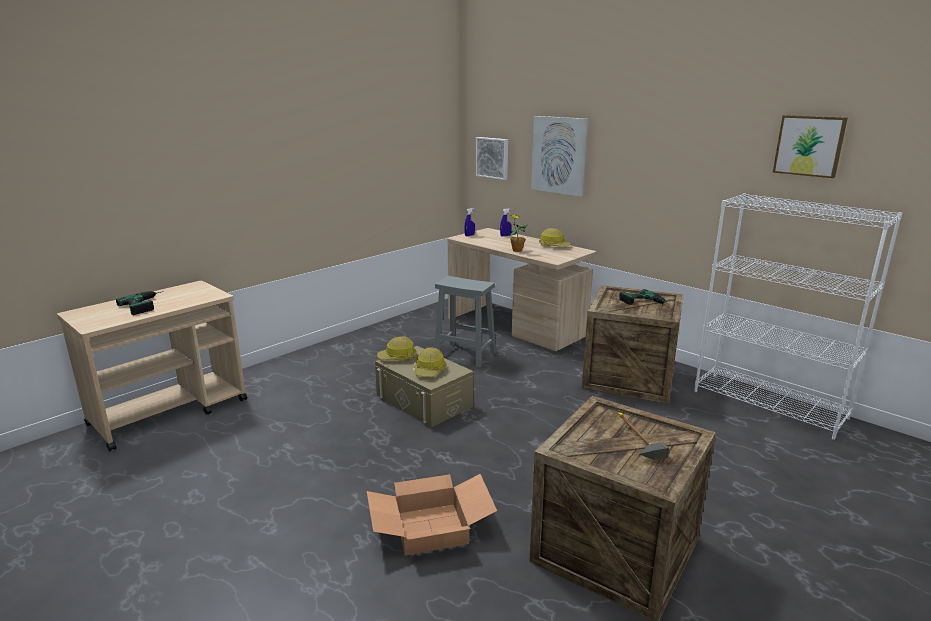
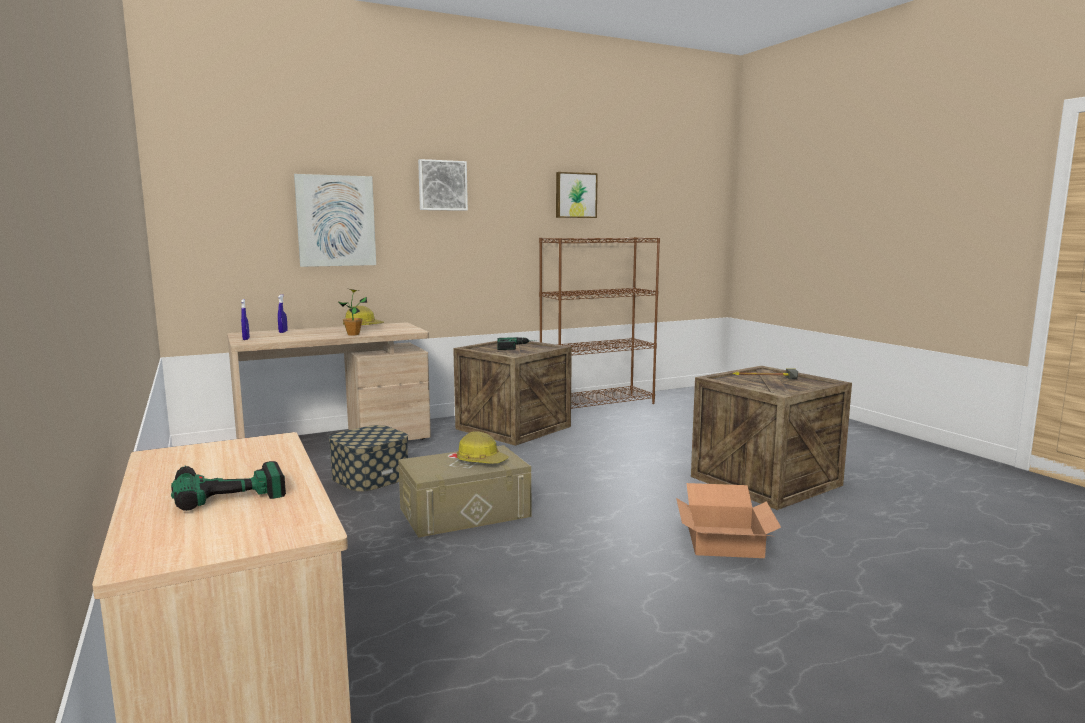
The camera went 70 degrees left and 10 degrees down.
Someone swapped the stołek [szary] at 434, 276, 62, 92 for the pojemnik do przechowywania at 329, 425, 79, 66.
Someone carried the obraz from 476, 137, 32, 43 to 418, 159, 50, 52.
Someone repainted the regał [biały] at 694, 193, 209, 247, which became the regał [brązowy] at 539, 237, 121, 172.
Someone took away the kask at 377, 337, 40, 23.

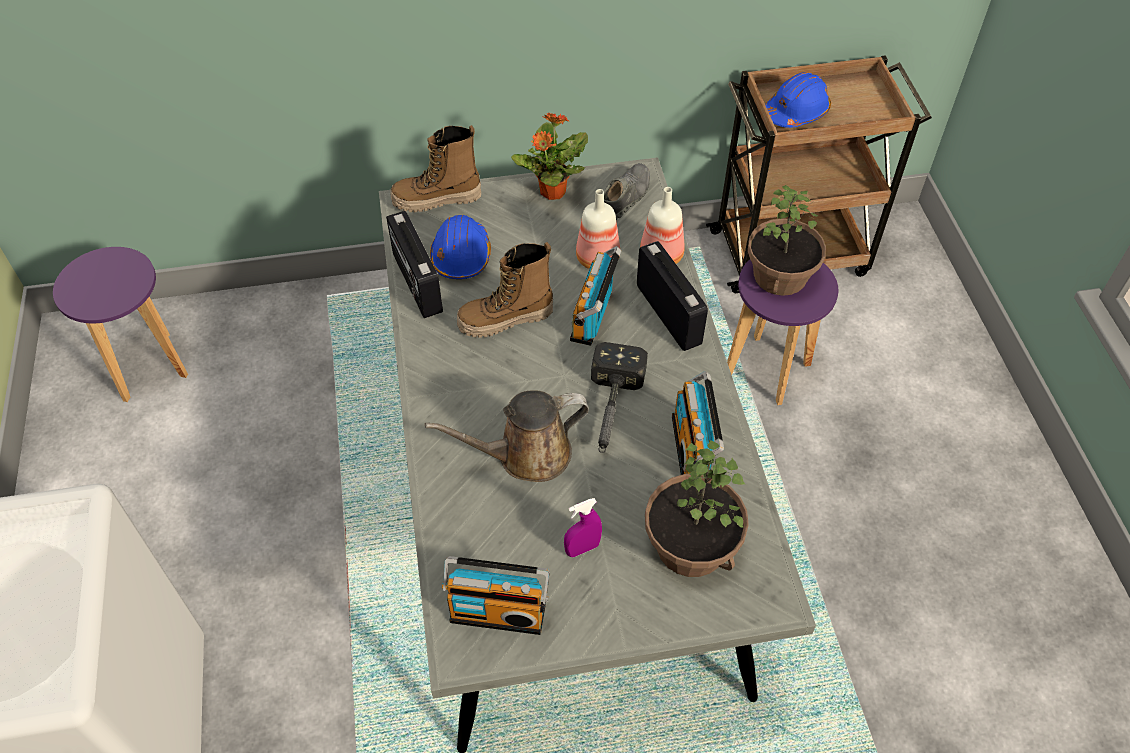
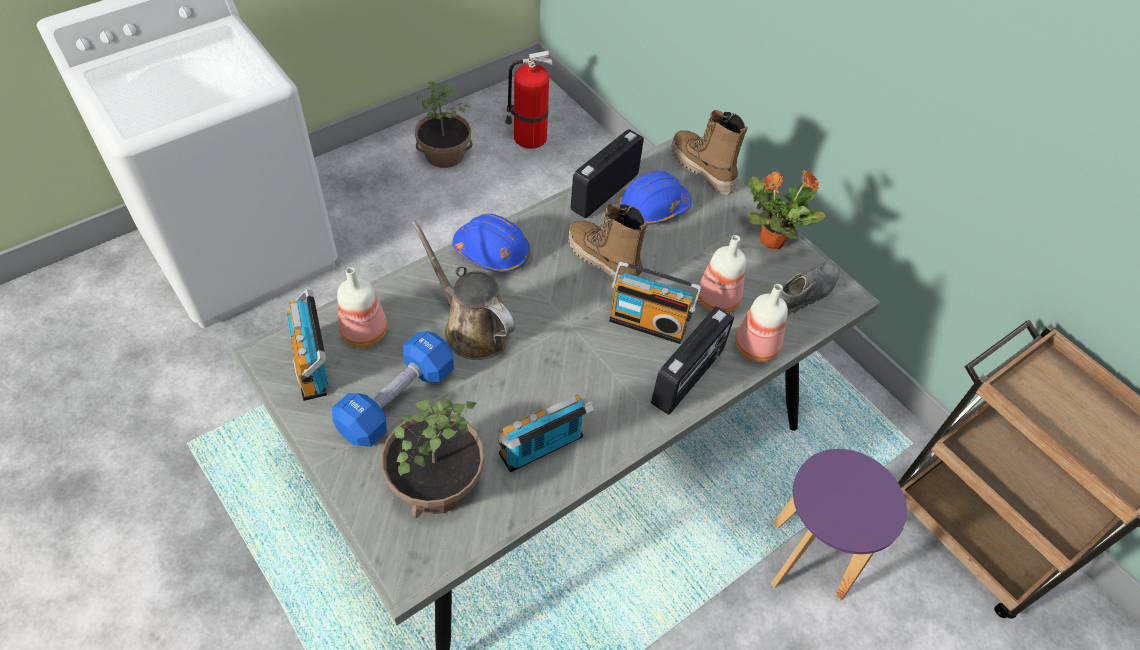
The camera went 60 degrees right and 0 degrees up.
Someone swapped the spryskiwacz [fioletowy] at 564, 498, 38, 59 for the hantel [niebieski] at 332, 331, 122, 116.
Someone put down the butelka at 337, 267, 51, 80.
Someone carried the roślina doniczkowa from 748, 185, 78, 111 to 415, 81, 58, 87.
Someone carried the kask [niebieski] from 765, 72, 66, 56 to 453, 214, 77, 58.
Someone swapped the stołek [fioletowy] at 53, 247, 135, 155 for the gaśnica at 505, 51, 47, 98.
Someone rotated the radio at 570, 246, 51, 100 by 150 degrees counterclockwise.
Someone rotated the but [szary] at 604, 163, 46, 57 by 45 degrees counterclockwise.
Someone took away the młotek at 591, 342, 57, 111.

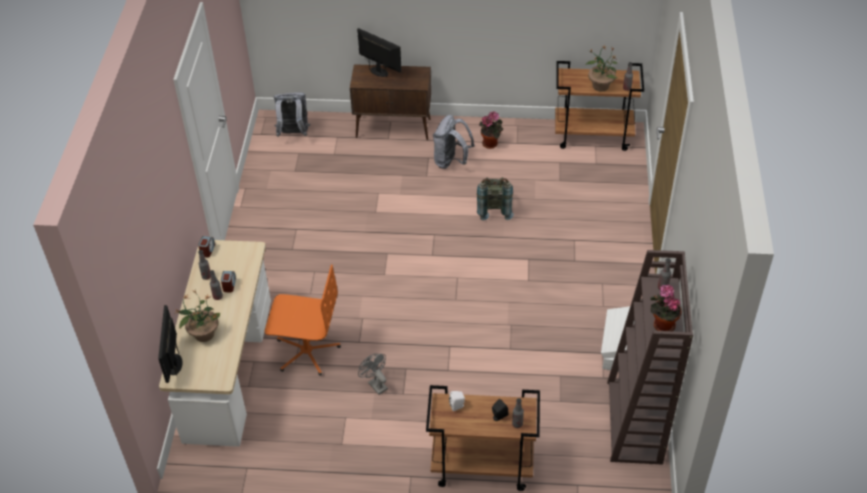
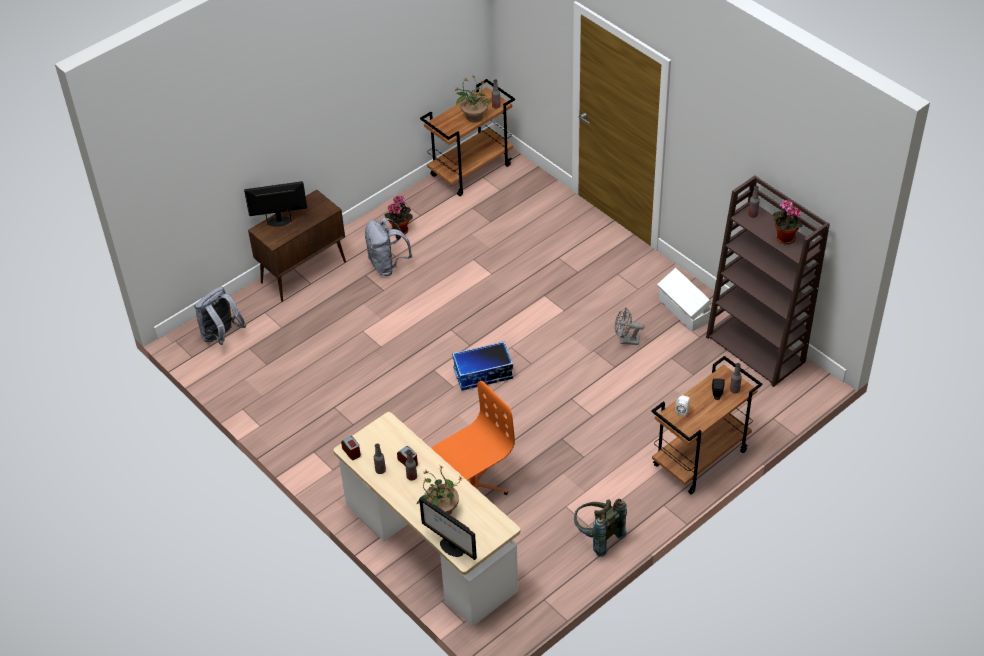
The camera went 45 degrees left and 0 degrees up.
Someone put down the pojemnik do przechowywania at 452, 341, 61, 50.
Someone carried the plecak [szary] from 477, 177, 37, 44 to 574, 499, 53, 58.
Someone carried the wentylator [szary] from 358, 354, 30, 41 to 615, 307, 29, 38.

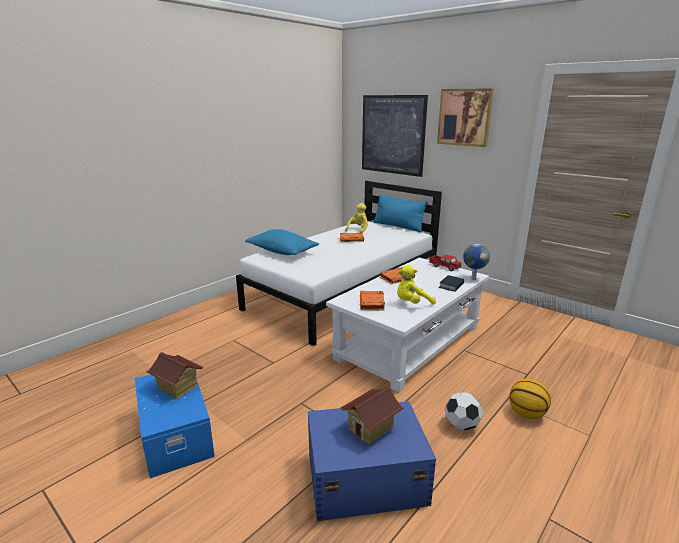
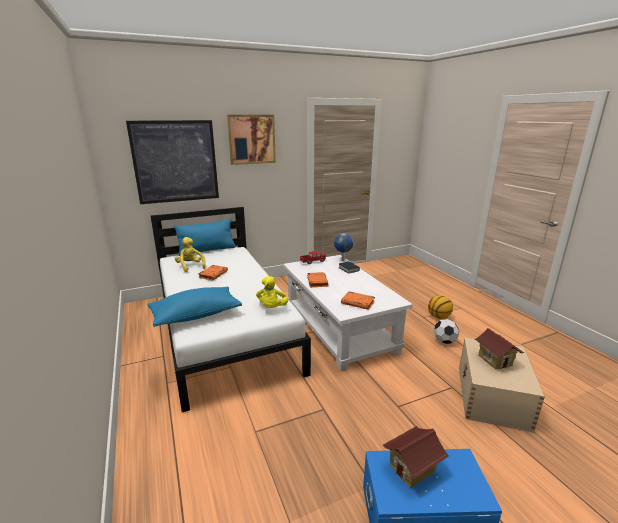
The camera went 65 degrees left and 0 degrees up.
Someone carried the pluszak [żółty] from 397, 265, 39, 40 to 256, 276, 32, 32.
Someone repainted the pojemnik do przechowywania [niebieski] at 308, 401, 128, 120, which became the pojemnik do przechowywania [beżowy] at 459, 338, 86, 95.

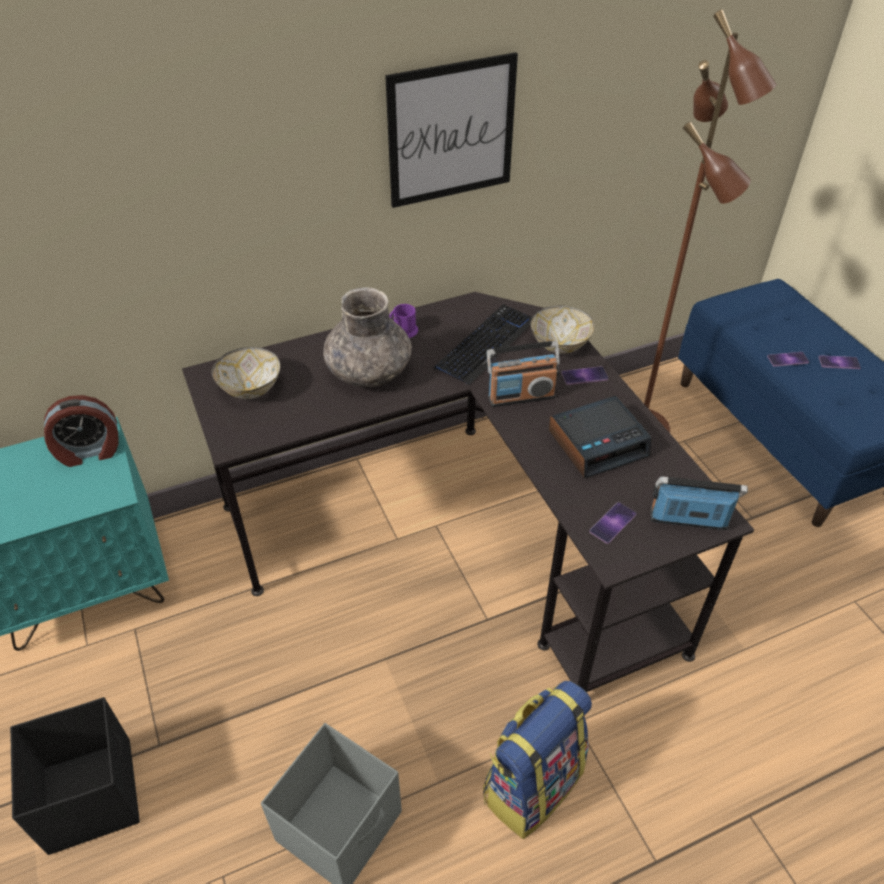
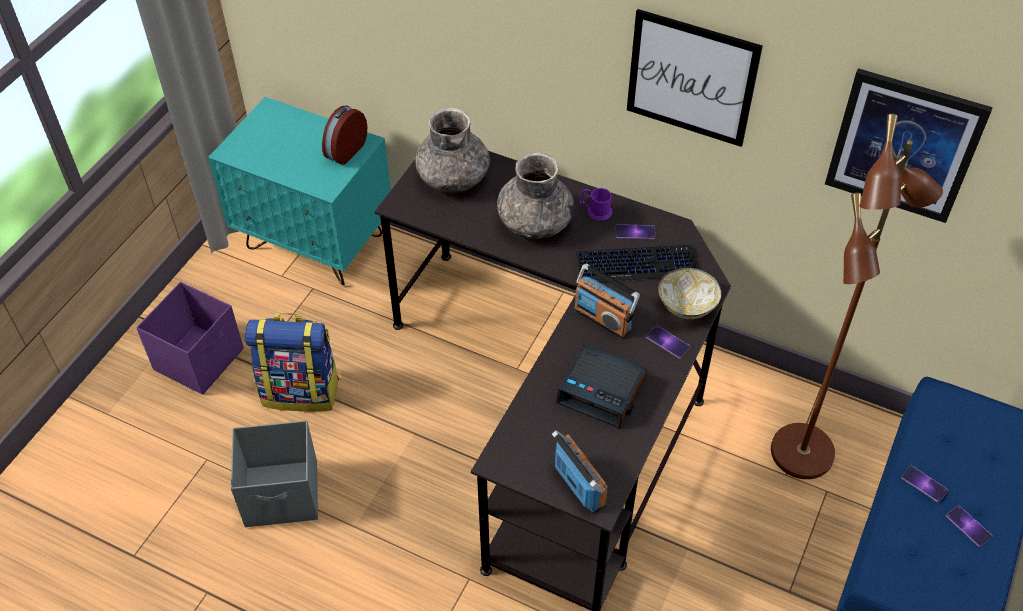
The camera went 50 degrees right and 5 degrees up.
Someone repainted the pojemnik do przechowywania [czarny] at 10, 697, 130, 158, which became the pojemnik do przechowywania [fioletowy] at 136, 282, 108, 113.
Someone carried the plecak from 483, 681, 109, 158 to 244, 313, 96, 99.
Someone rotated the budzik at 44, 395, 75, 72 by 90 degrees clockwise.
Someone swapped the miska at 211, 347, 69, 52 for the wazon [szary] at 415, 108, 75, 85.
Someone carried the telefon from 589, 502, 48, 42 to 616, 224, 39, 15.
Someone put up the obraz at 825, 68, 168, 155.

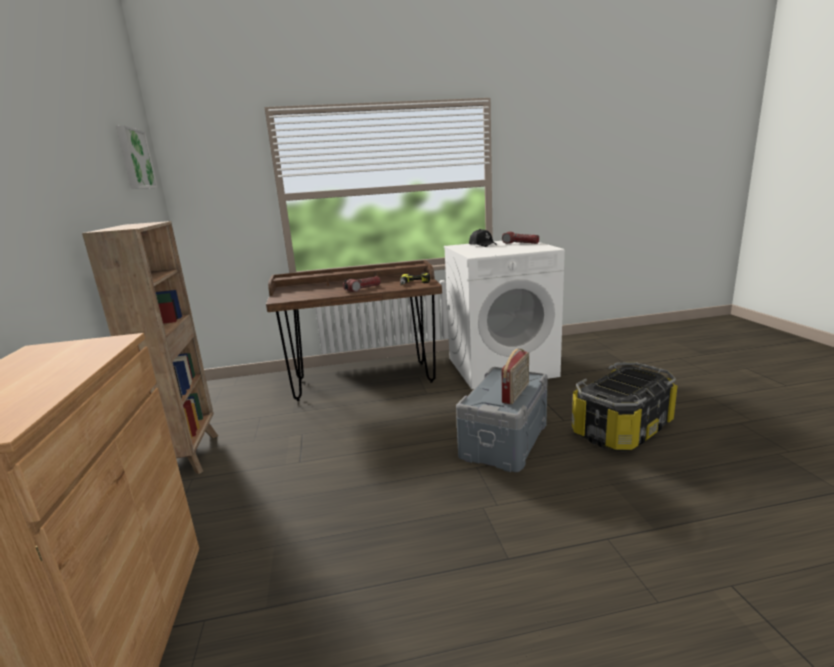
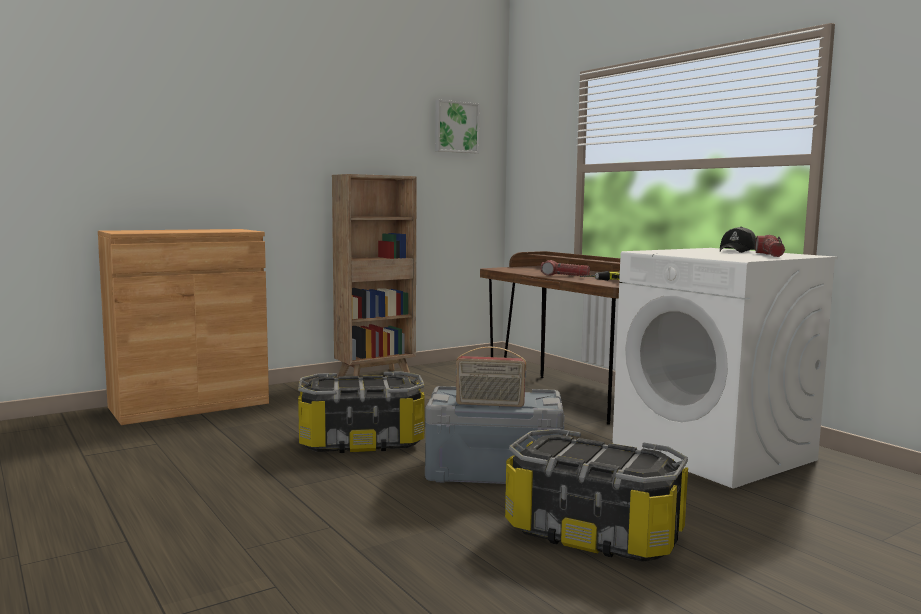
The camera went 65 degrees right and 10 degrees down.
Someone put down the pojemnik do przechowywania at 298, 371, 127, 82.

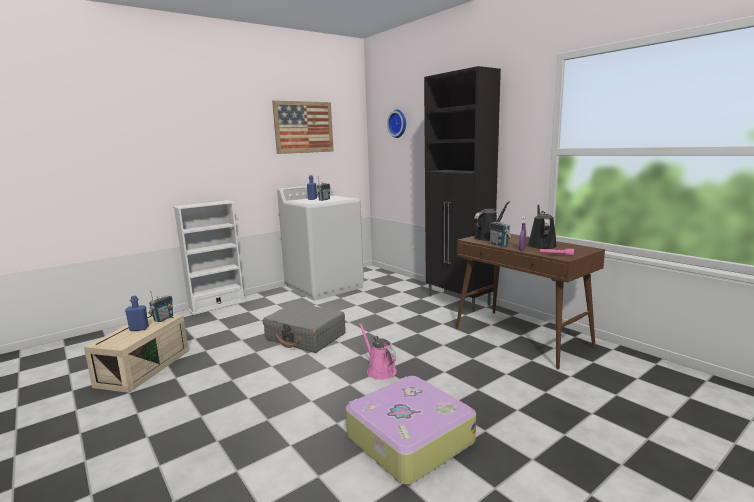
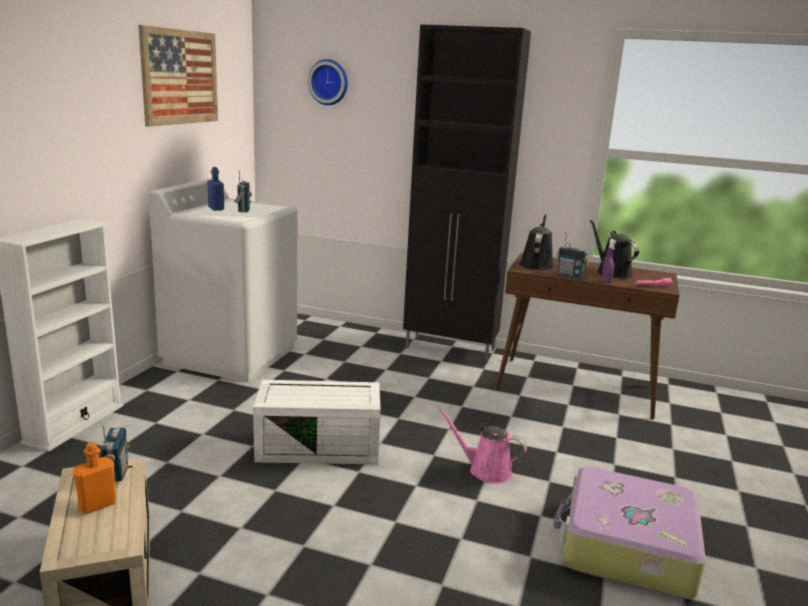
The camera went 35 degrees left and 5 degrees up.
Someone repainted the butelka [niebieski] at 125, 296, 24, 35, which became the butelka [pomarańczowy] at 73, 442, 43, 72.
Someone swapped the walizka [szary] at 263, 302, 82, 51 for the pojemnik do przechowywania [biały] at 253, 380, 128, 84.

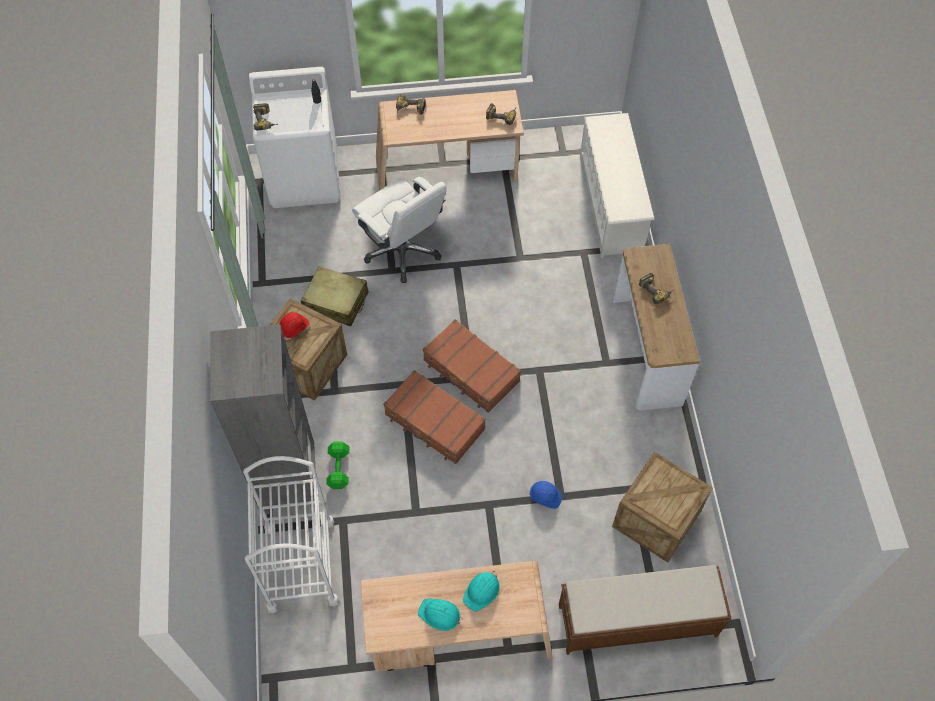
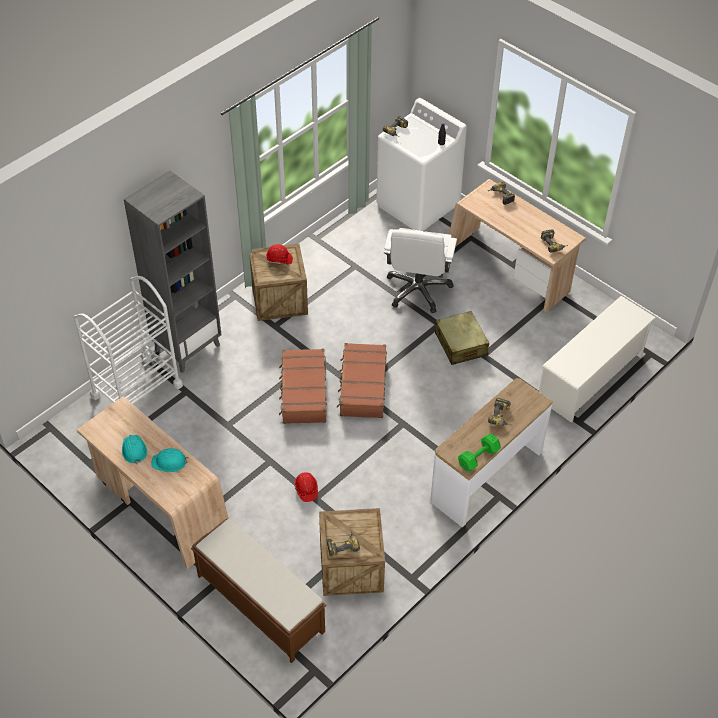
The camera went 50 degrees right and 10 degrees down.
Someone repainted the kask [niebieski] at 529, 481, 33, 28, which became the kask [czerwony] at 294, 472, 24, 30.
Someone put down the wiertarka at 327, 530, 33, 26.
Someone carried the walizka [beżowy] from 301, 266, 67, 60 to 435, 311, 54, 54.
Someone carried the hantel [zielony] from 326, 441, 23, 48 to 458, 434, 43, 37.

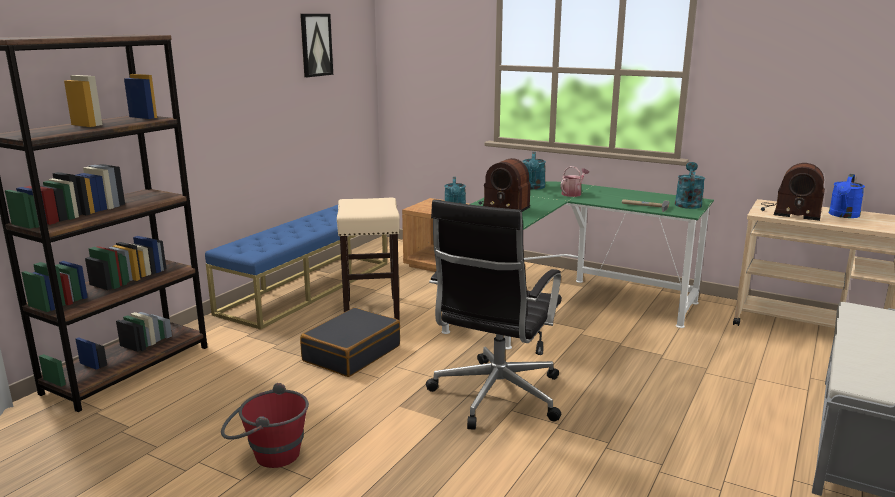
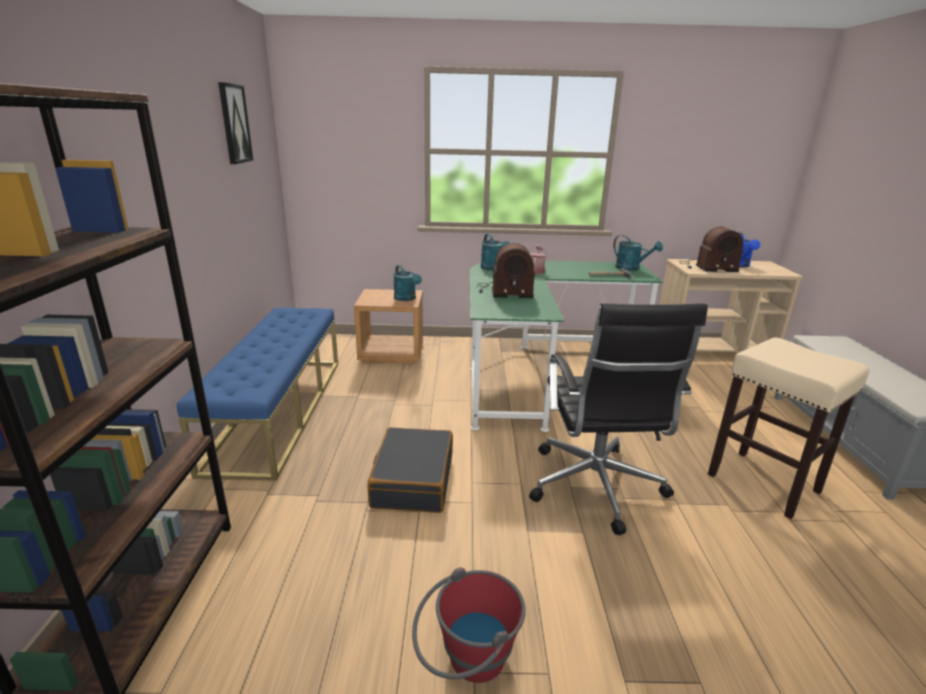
The camera went 30 degrees left and 5 degrees up.
Someone rotated the konewka [turkusowy] at 675, 162, 30, 47 by 150 degrees clockwise.
Someone carried the stołek [beżowy] from 337, 198, 63, 123 to 708, 337, 162, 182.

